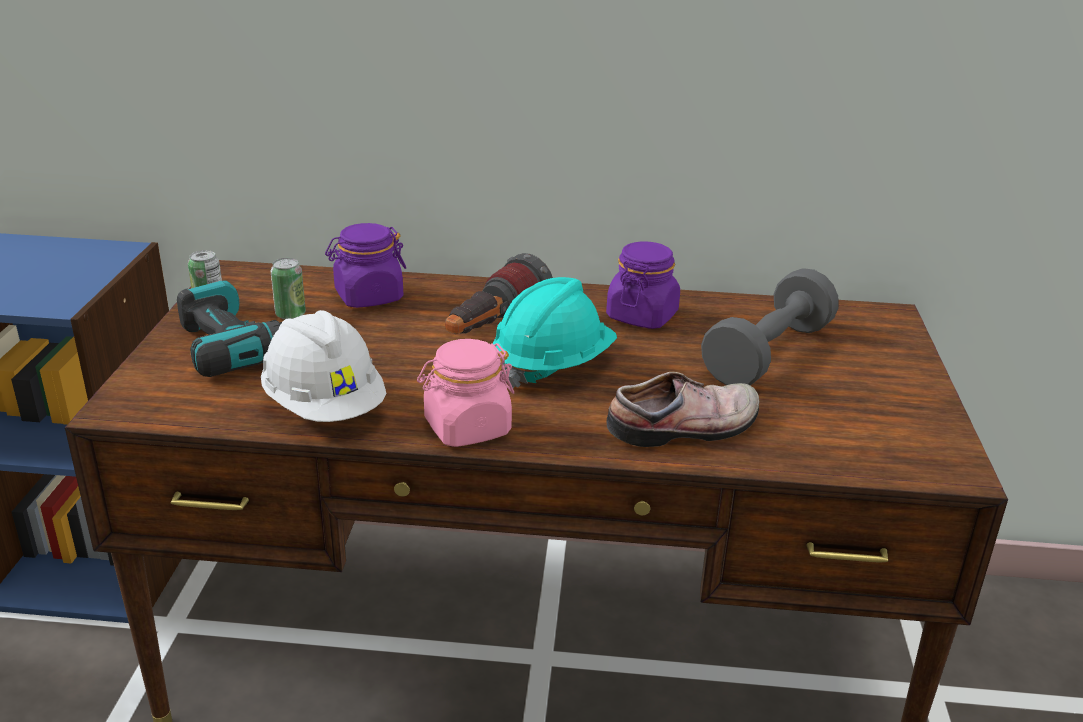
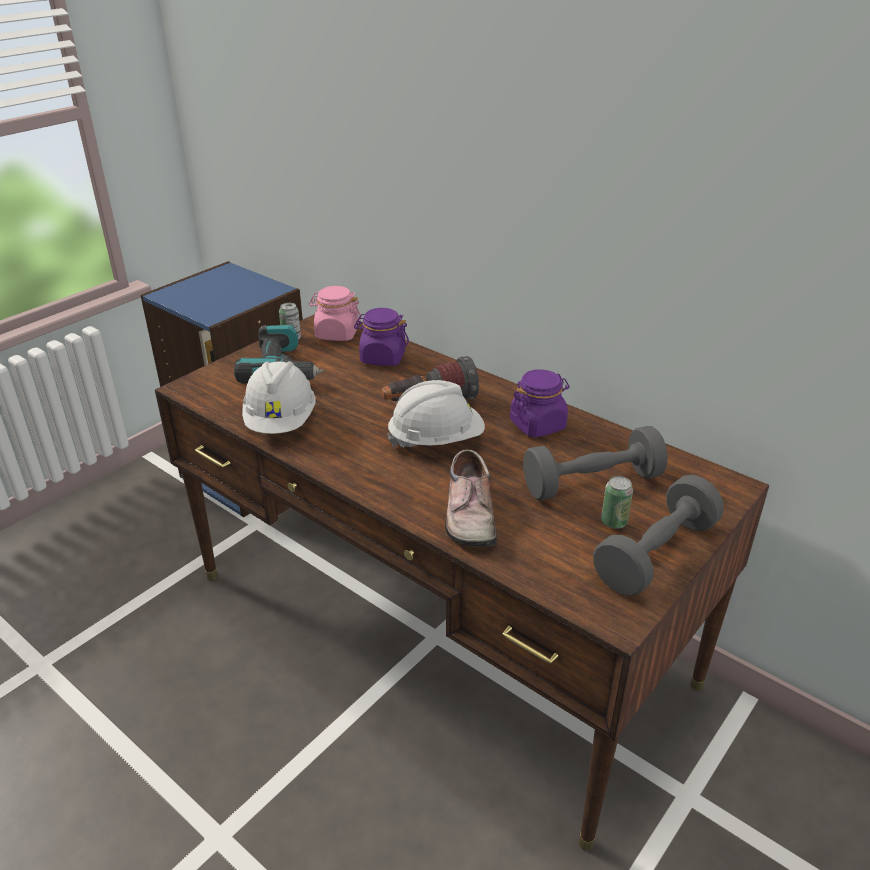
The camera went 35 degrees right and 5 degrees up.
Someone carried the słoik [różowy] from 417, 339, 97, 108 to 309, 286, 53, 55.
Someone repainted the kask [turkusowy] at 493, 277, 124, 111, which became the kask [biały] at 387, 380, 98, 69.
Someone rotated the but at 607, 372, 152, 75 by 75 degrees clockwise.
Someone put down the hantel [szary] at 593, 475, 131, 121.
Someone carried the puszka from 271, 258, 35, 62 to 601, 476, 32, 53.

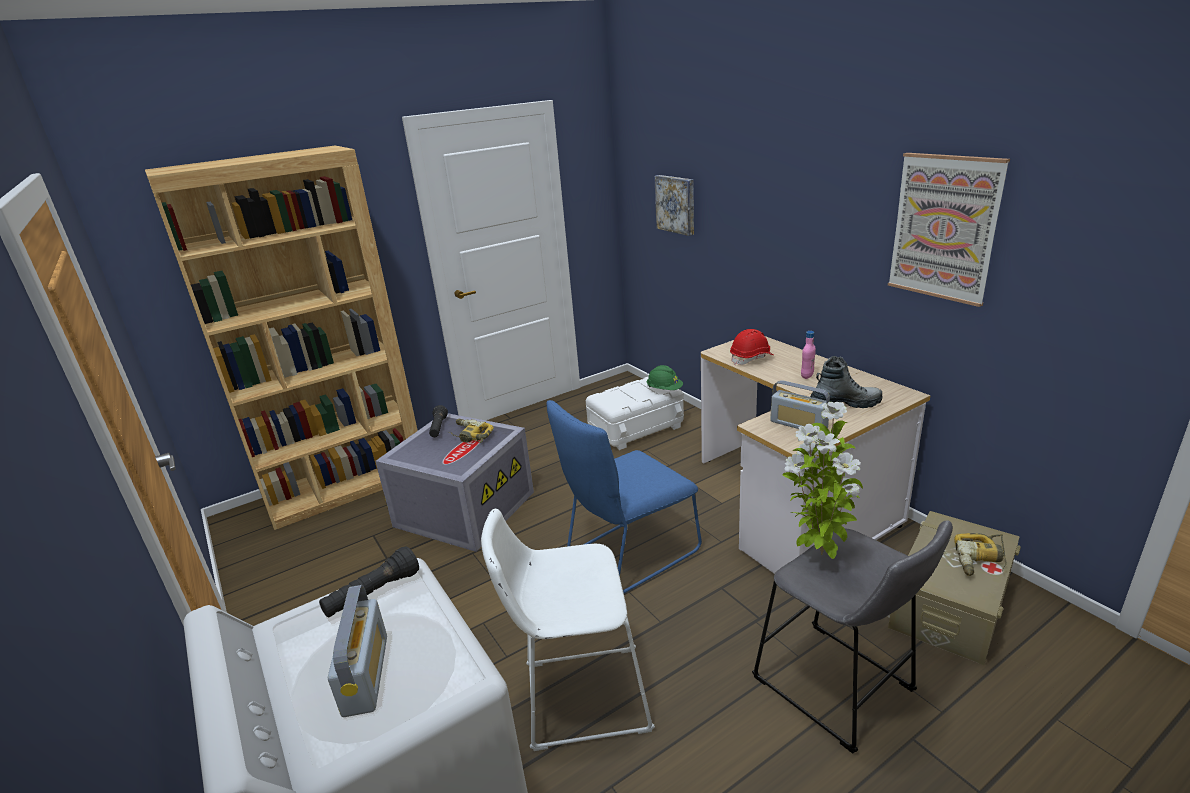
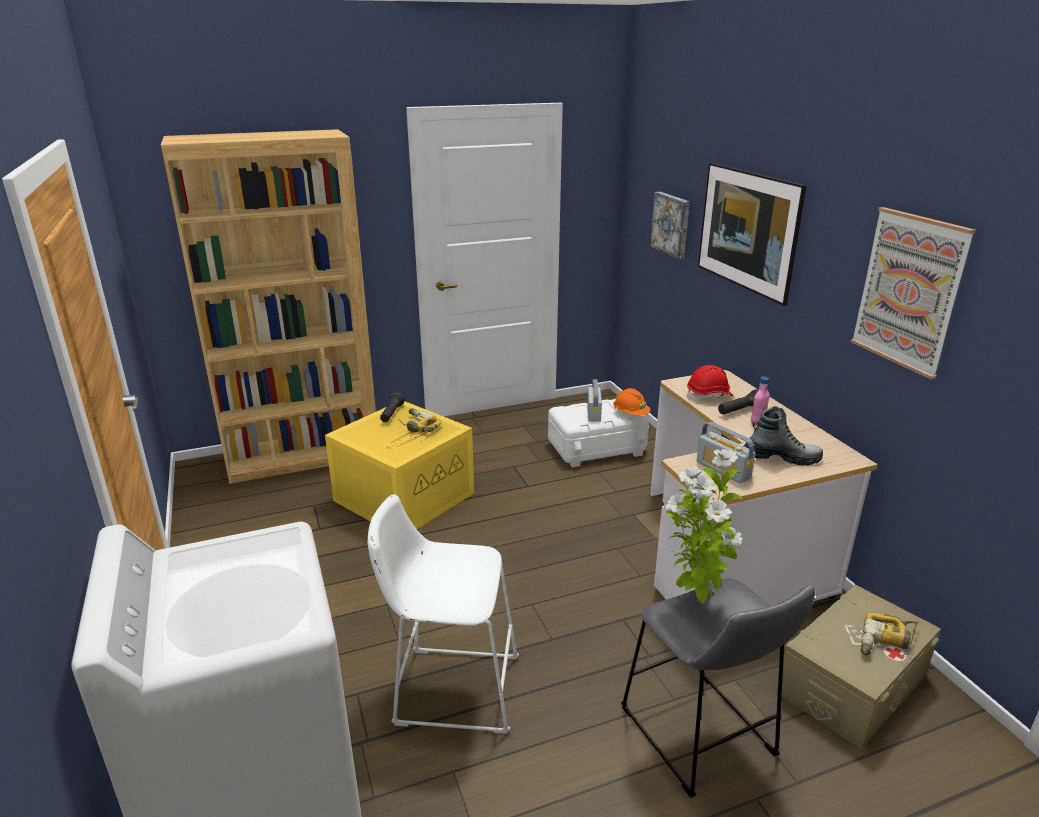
The camera went 10 degrees right and 0 degrees up.
Someone repainted the pojemnik do przechowywania [szary] at 375, 413, 159, 139, which became the pojemnik do przechowywania [żółty] at 325, 401, 149, 128.
Someone carried the radio from 328, 585, 59, 132 to 587, 380, 15, 42.
Someone repainted the kask [zielony] at 647, 365, 36, 25, which became the kask [pomarańczowy] at 613, 388, 37, 28.
Someone put up the obraz at 698, 163, 108, 143.
Someone carried the latarka [czarny] from 319, 547, 100, 70 to 718, 389, 41, 26.
Someone took away the krzesło [niebieski] at 547, 400, 155, 193.

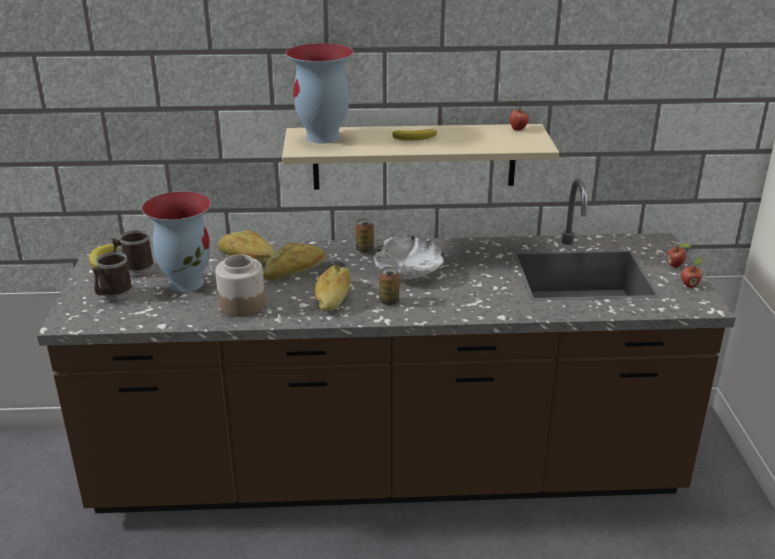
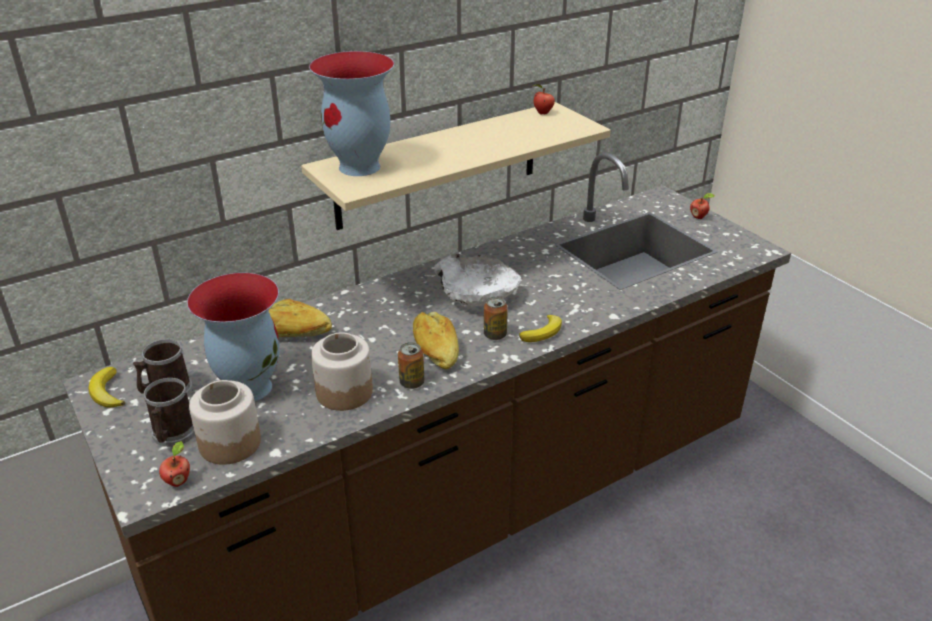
The camera went 30 degrees left and 5 degrees up.
Someone carried the jabłko from 681, 258, 22, 30 to 159, 441, 31, 46.
Someone put down the słoik at 189, 380, 72, 85.
Someone carried the puszka from 355, 218, 19, 35 to 398, 342, 26, 47.
Someone carried the banan from 392, 129, 45, 12 to 519, 315, 43, 27.
Someone took away the chleb at 263, 243, 63, 38.

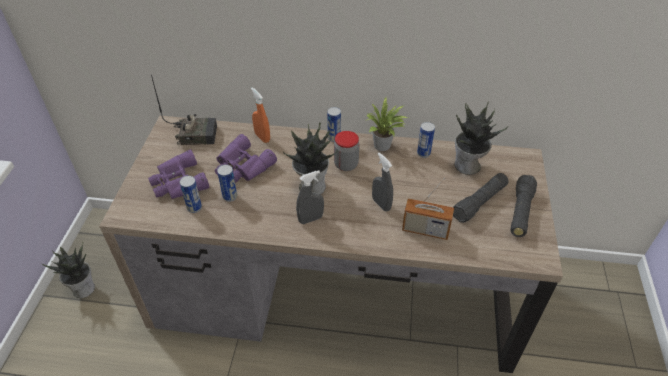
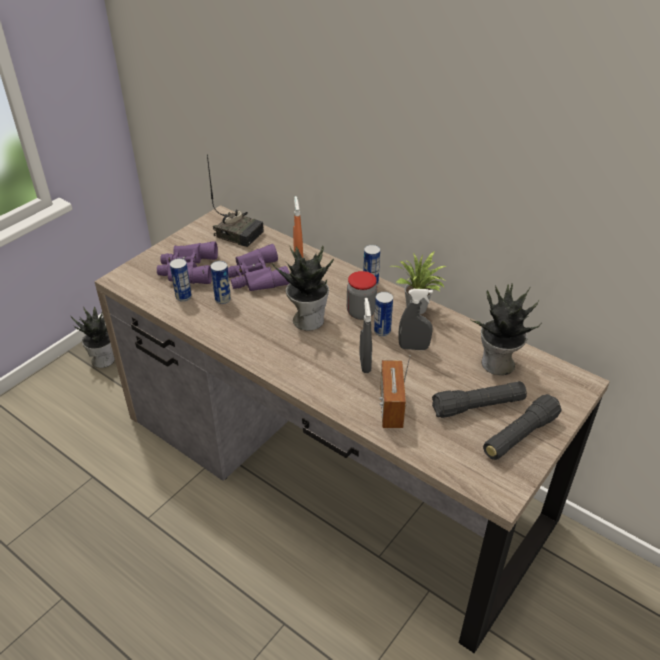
The camera went 30 degrees right and 5 degrees down.
Someone carried the puszka from 417, 122, 18, 36 to 374, 292, 19, 44.
Someone rotated the radio at 402, 178, 52, 62 by 45 degrees clockwise.
Someone carried the spryskiwacz [szary] from 296, 170, 28, 54 to 398, 289, 35, 61.

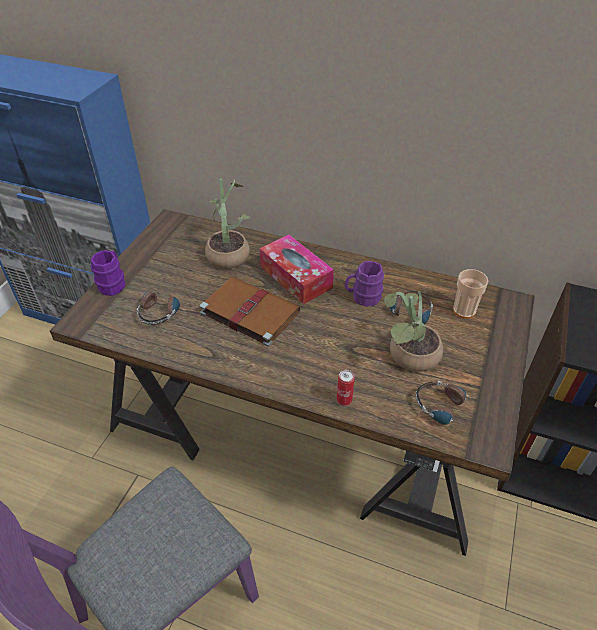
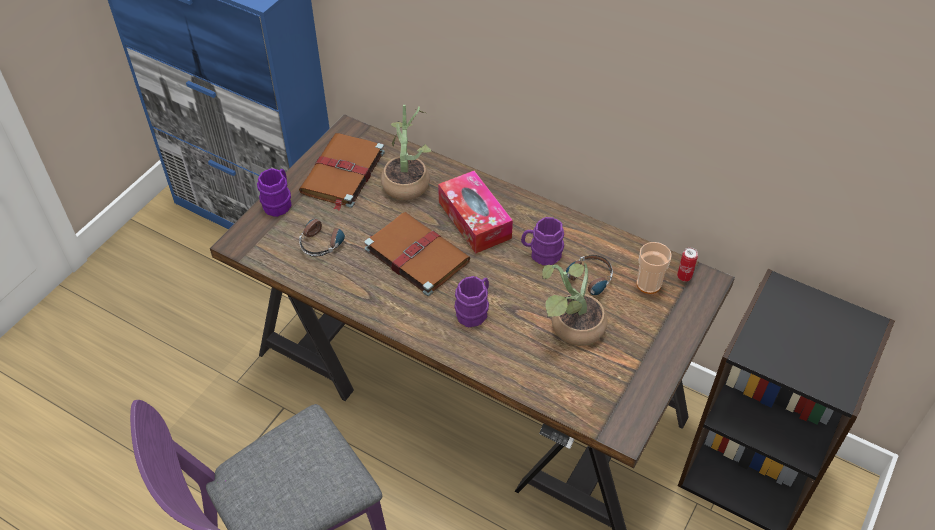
The camera went 10 degrees right and 5 degrees up.
Someone put down the książka [brązowy] at 299, 133, 86, 78.
Someone put down the kubek [fioletowy] at 454, 276, 35, 51.
Someone carried the puszka from 337, 370, 18, 36 to 677, 247, 21, 35.
Someone took away the słuchawki at 416, 381, 54, 47.

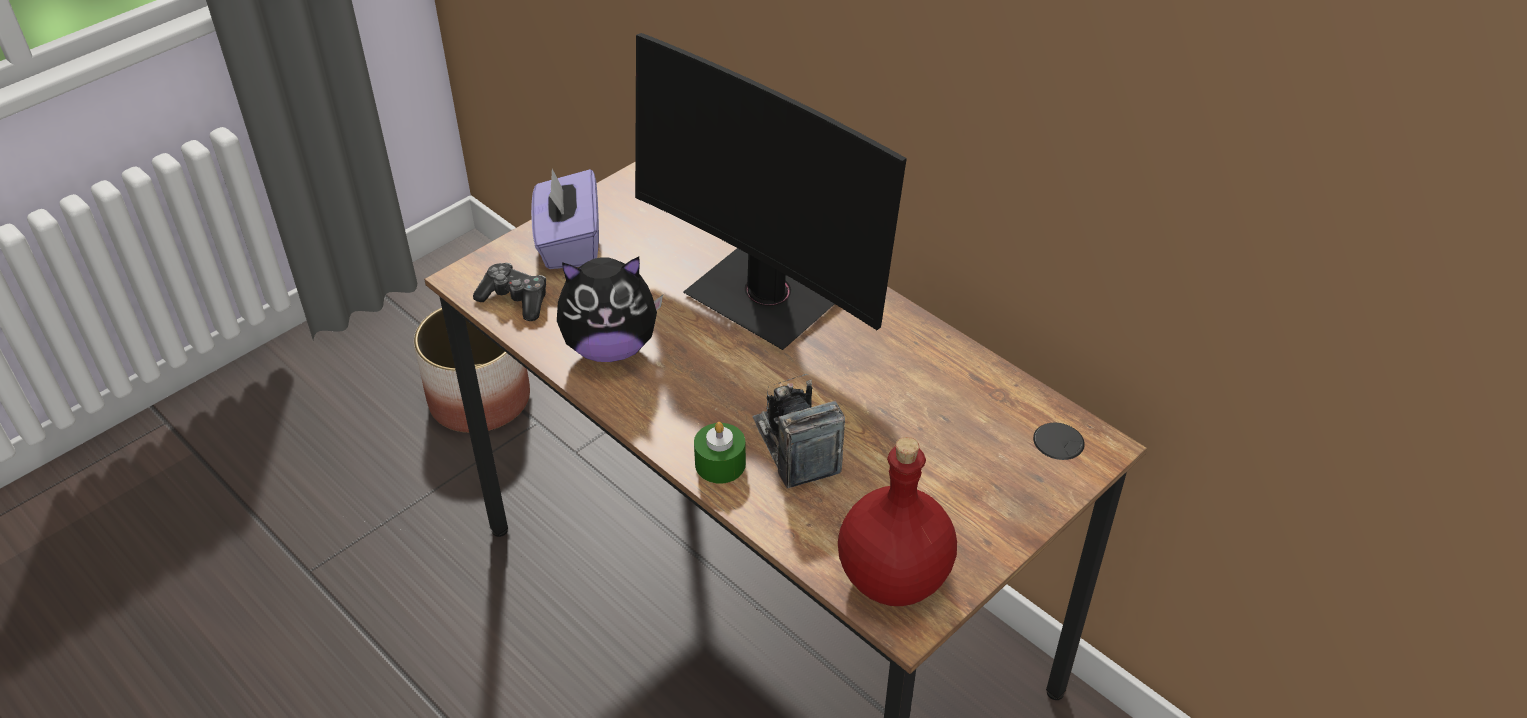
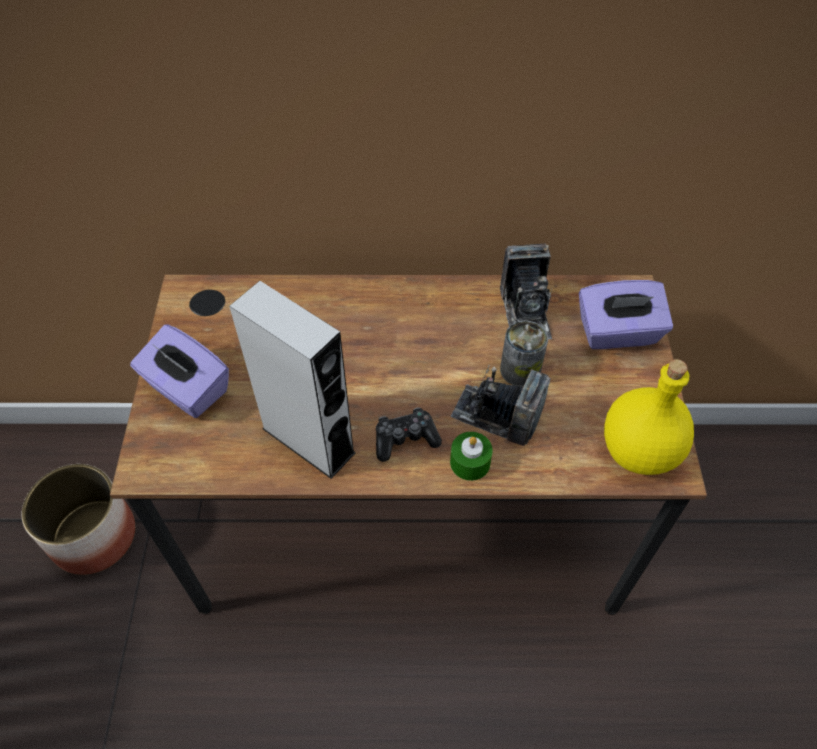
The camera went 45 degrees left and 10 degrees up.
Someone swapped the pluszak at 557, 257, 106, 105 for the głośnik [szary] at 229, 281, 127, 198.
Someone carried the pad do gier from 473, 263, 73, 58 to 376, 408, 66, 54.
Someone put down the aparat fotograficzny at 500, 244, 52, 96.
Someone put down the puszka at 500, 320, 48, 67.
Someone put down the pudełko chusteczek [fioletowy] at 579, 280, 94, 69.
Someone repainted the butelka [czerwony] at 838, 437, 119, 169, which became the butelka [żółty] at 604, 359, 90, 116.
Someone took away the monitor at 635, 33, 272, 317.

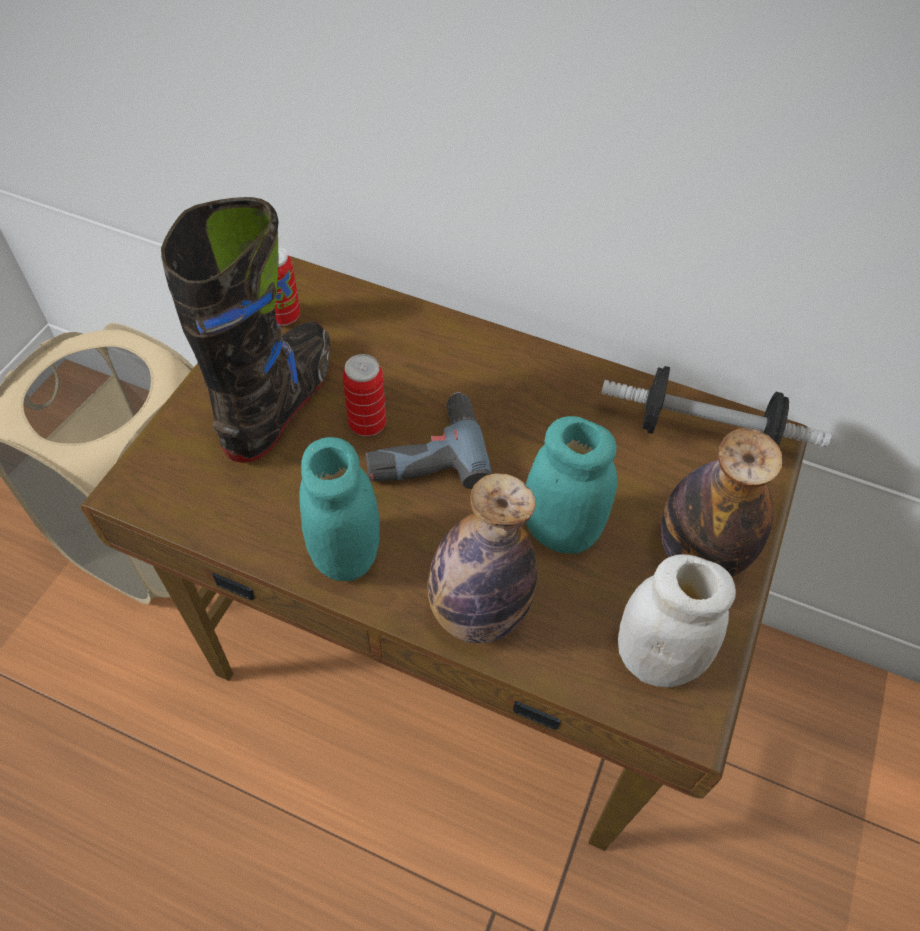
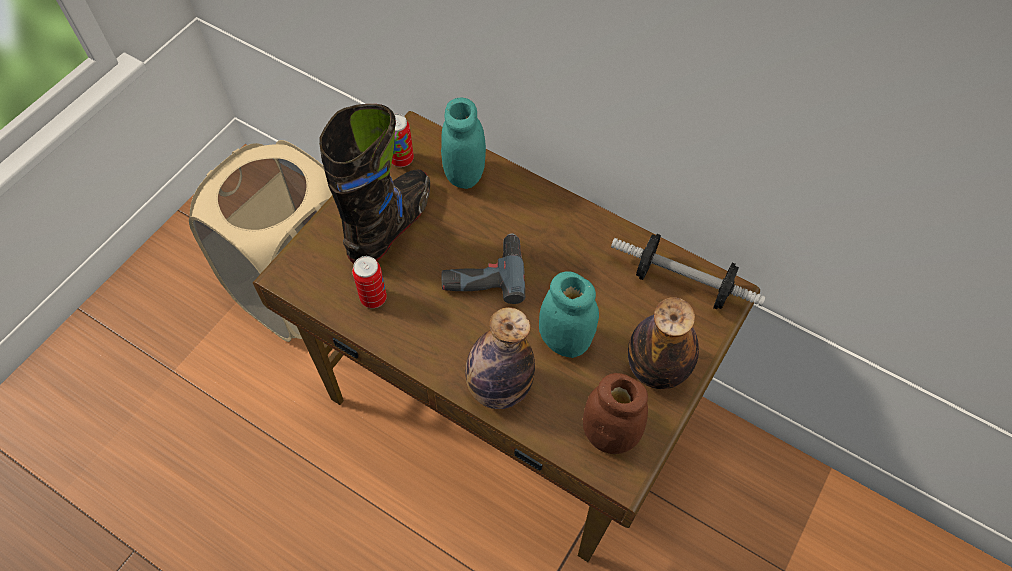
The camera went 10 degrees right and 5 degrees up.
Someone carried the puszka from 342, 354, 44, 82 to 352, 256, 35, 52.
Someone carried the słoik [turkusowy] from 299, 437, 80, 144 to 441, 98, 45, 91.
Someone repainted the słoik [biały] at 618, 554, 118, 134, which became the słoik [brązowy] at 583, 373, 65, 81.

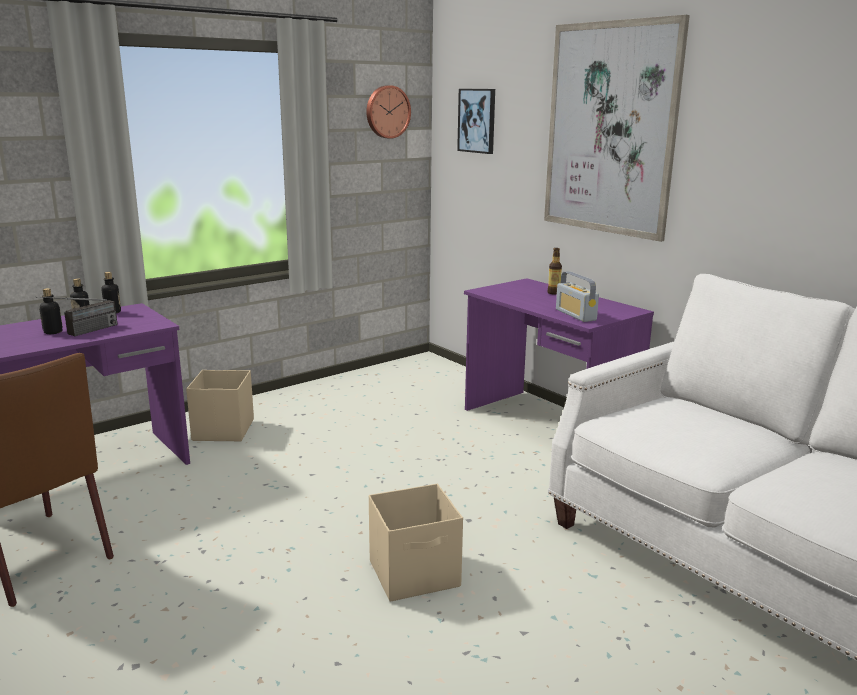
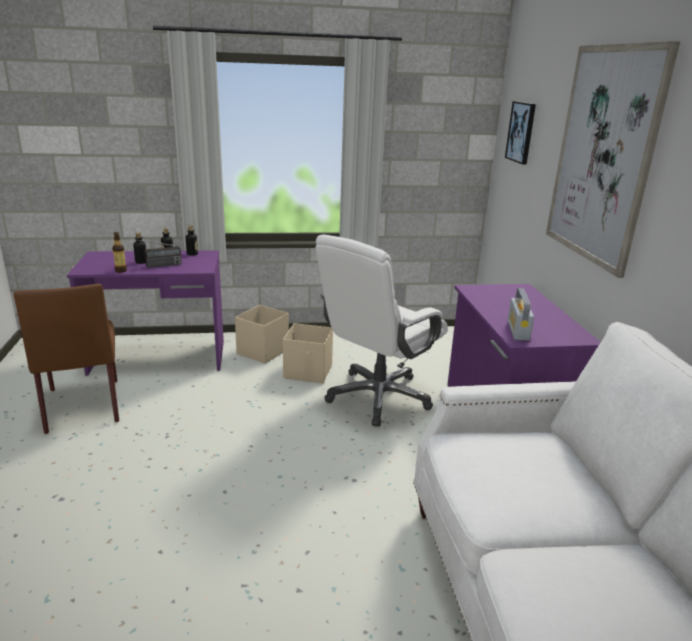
The camera went 30 degrees right and 5 degrees up.
Someone carried the butelka from 547, 248, 15, 47 to 112, 232, 15, 41.
Someone carried the pojemnik do przechowywania [beżowy] from 369, 484, 94, 118 to 283, 323, 50, 60.
Someone put down the krzesło biurowe [biały] at 316, 235, 132, 191.
Someone took away the zegar ścienny at 366, 85, 45, 54.

